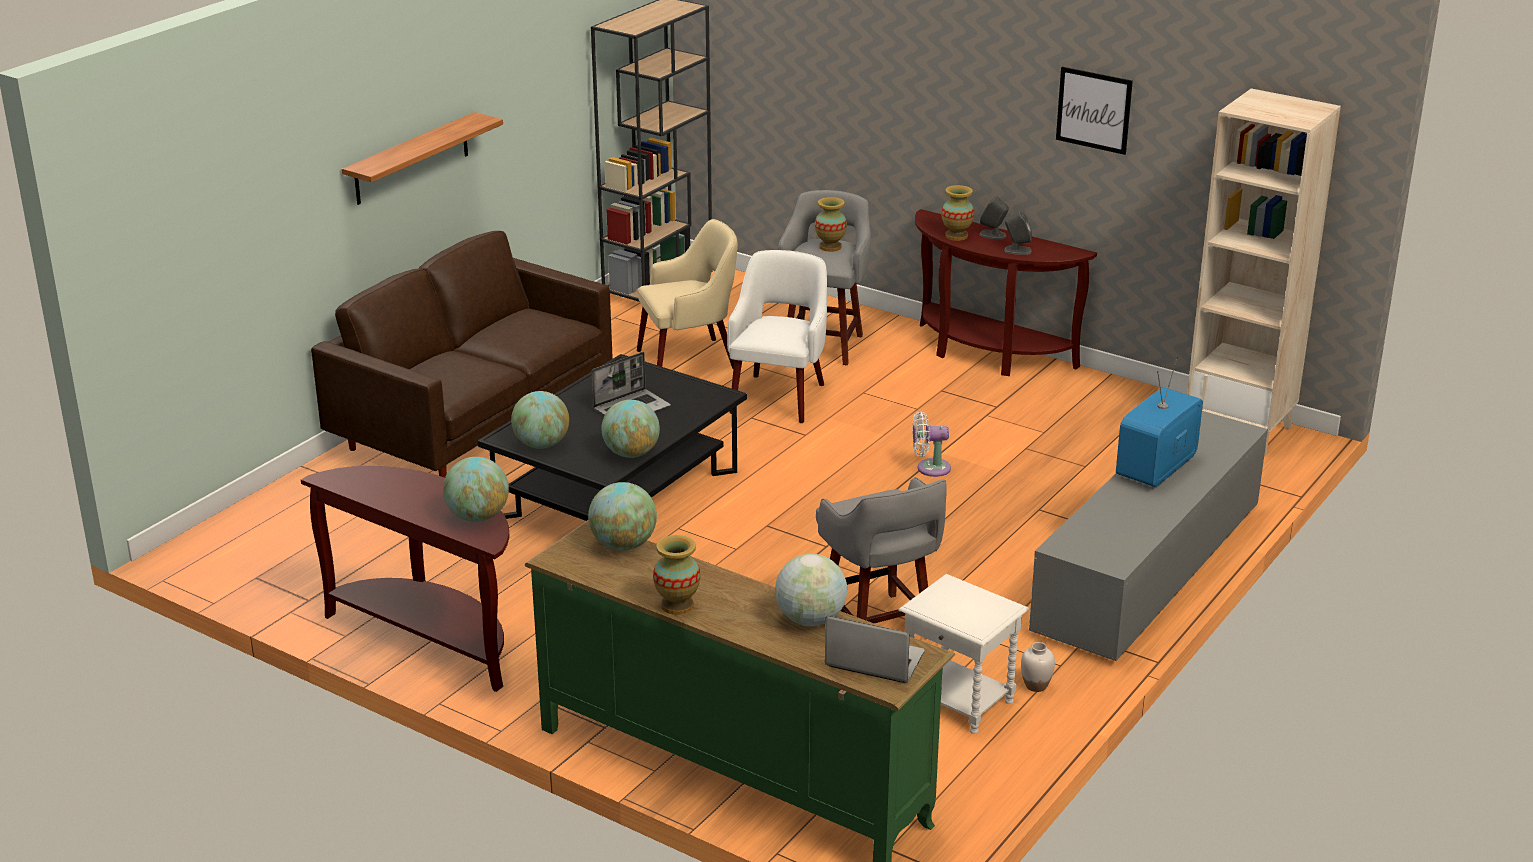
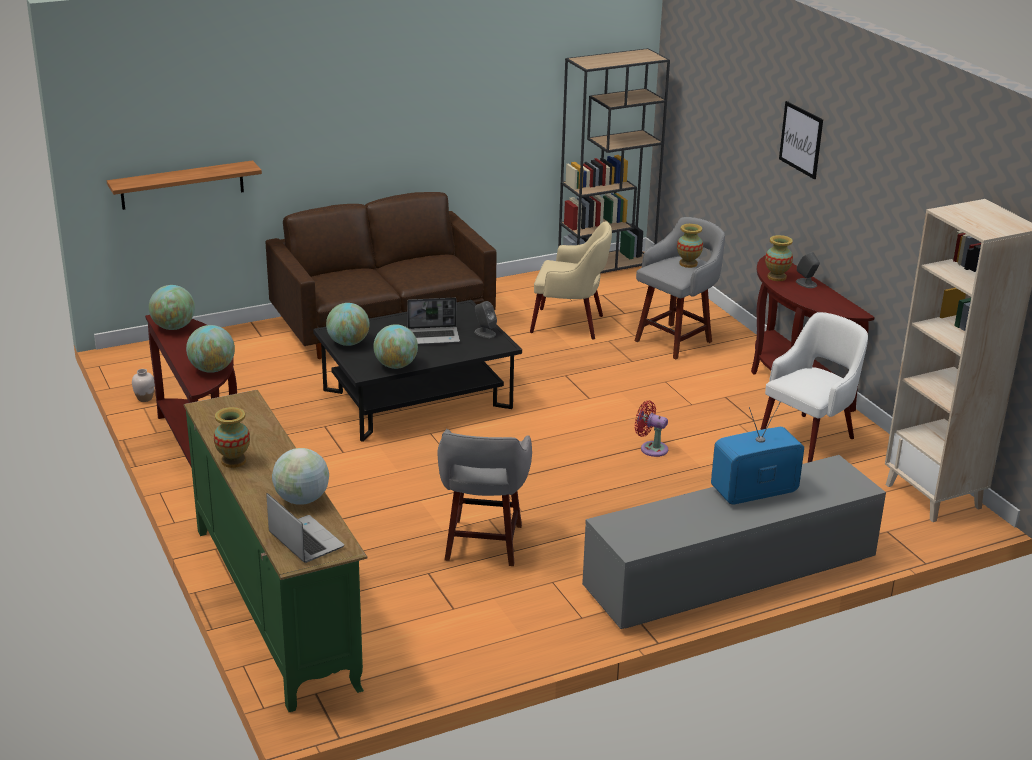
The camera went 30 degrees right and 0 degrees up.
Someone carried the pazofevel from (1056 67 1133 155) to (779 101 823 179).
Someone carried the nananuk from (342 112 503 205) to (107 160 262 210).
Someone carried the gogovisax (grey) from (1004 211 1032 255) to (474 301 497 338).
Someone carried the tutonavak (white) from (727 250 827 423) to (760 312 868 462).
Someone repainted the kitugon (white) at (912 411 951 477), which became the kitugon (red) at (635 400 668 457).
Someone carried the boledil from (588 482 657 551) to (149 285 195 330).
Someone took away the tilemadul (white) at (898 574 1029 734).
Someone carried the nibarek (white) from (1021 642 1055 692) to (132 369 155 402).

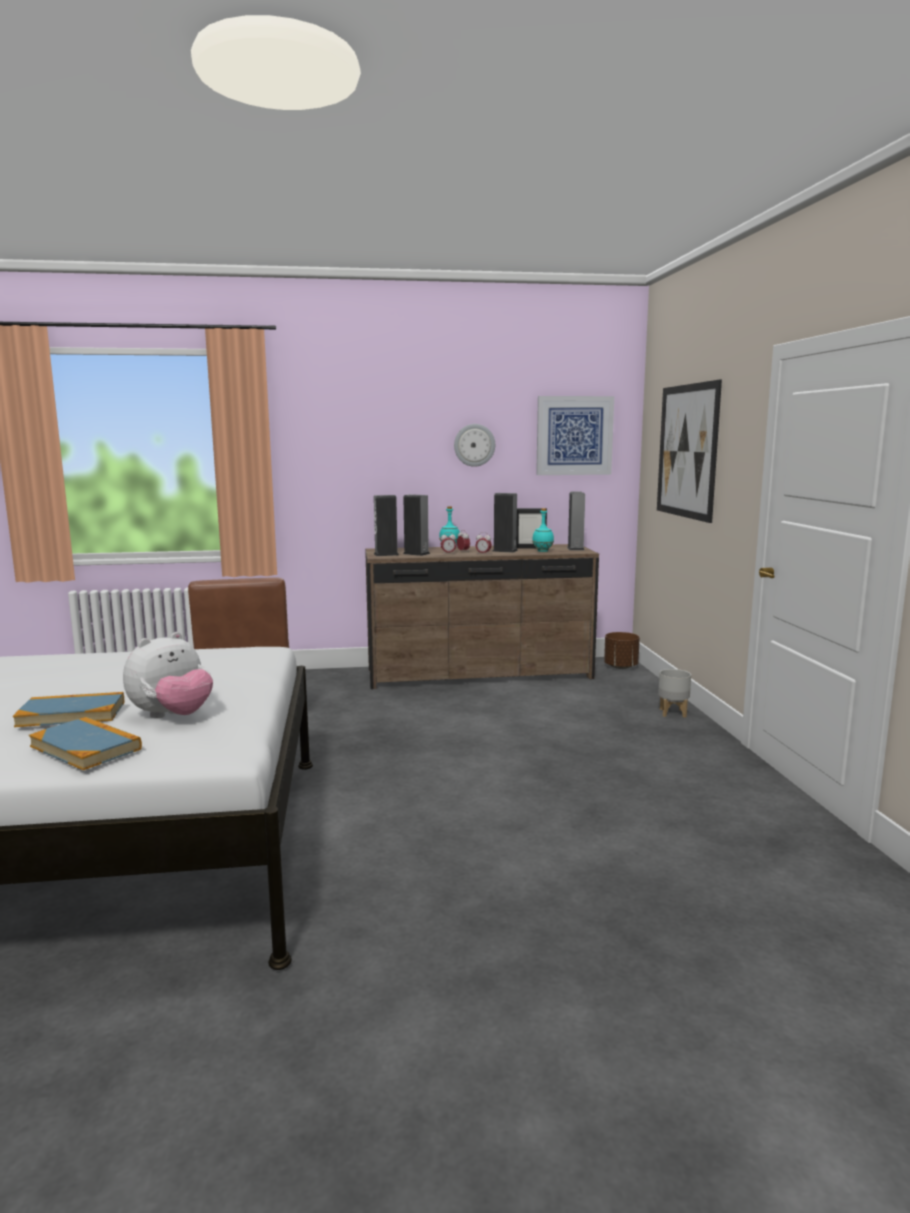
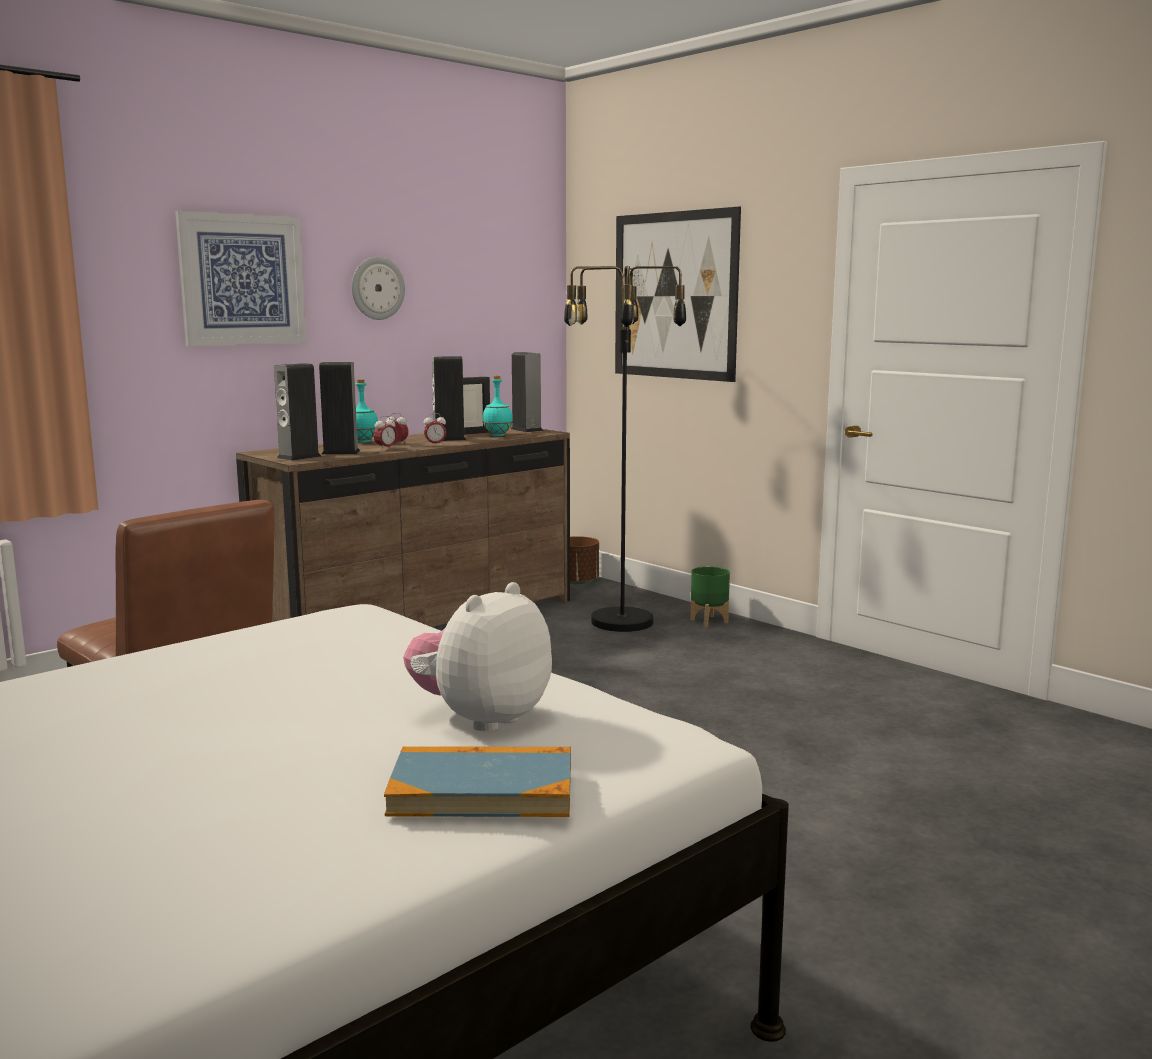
The camera went 35 degrees left and 0 degrees up.
Someone carried the pazofevel from (536 396 614 475) to (175 211 306 346).
Someone rotated the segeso at (123 632 213 718) by 150 degrees counterclockwise.
Someone repainted the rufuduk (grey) at (658 669 691 718), which became the rufuduk (green) at (690 566 730 627).
Someone took away the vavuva at (13 692 124 727).
Someone put down the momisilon at (564 266 686 632).

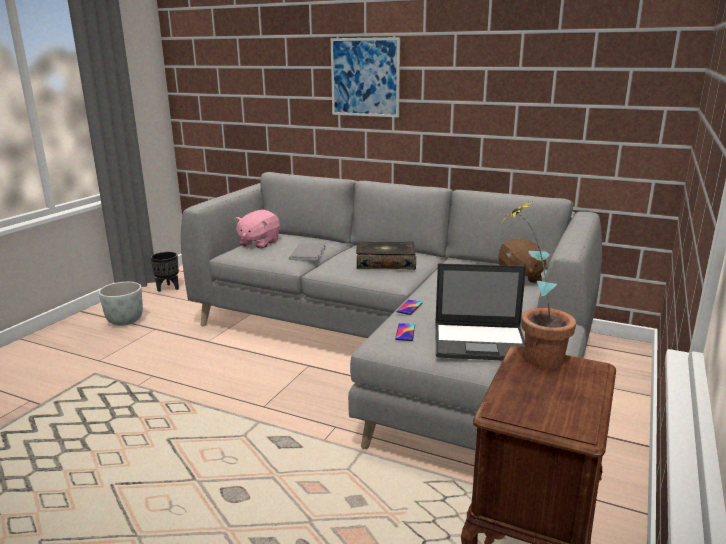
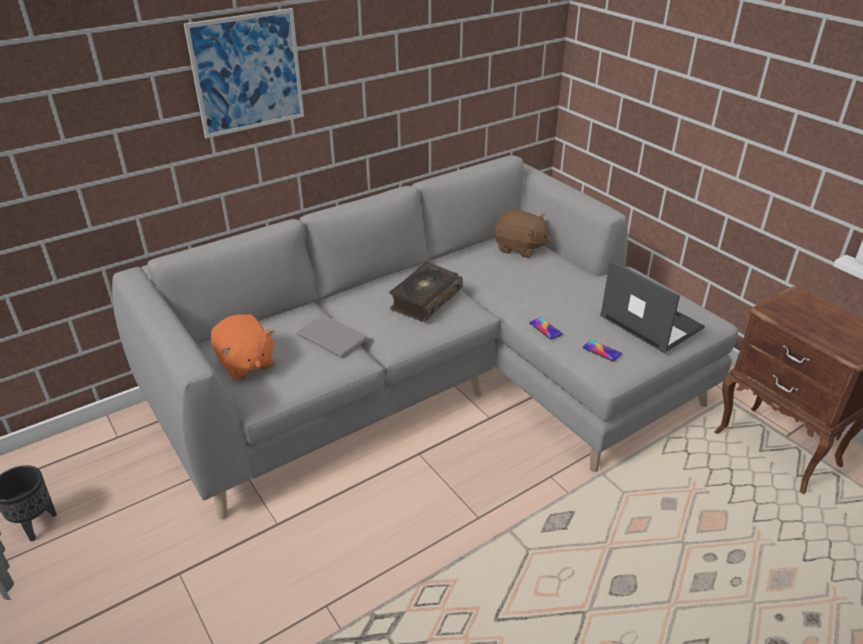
The camera went 60 degrees left and 15 degrees up.
Someone took away the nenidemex at (498 200 576 368).
Someone repainted the segeso (pink) at (235 210 280 249), which became the segeso (orange) at (211 314 275 380).
Someone rotated the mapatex at (435 263 526 361) by 75 degrees counterclockwise.
Someone took away the rufuduk (grey) at (98 282 143 326).

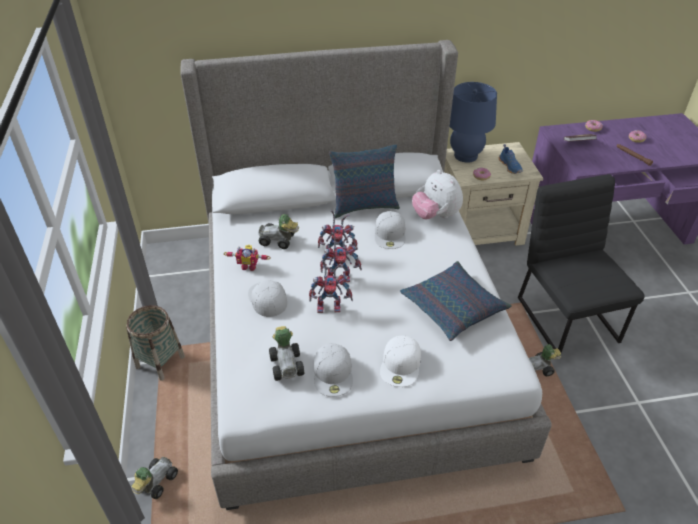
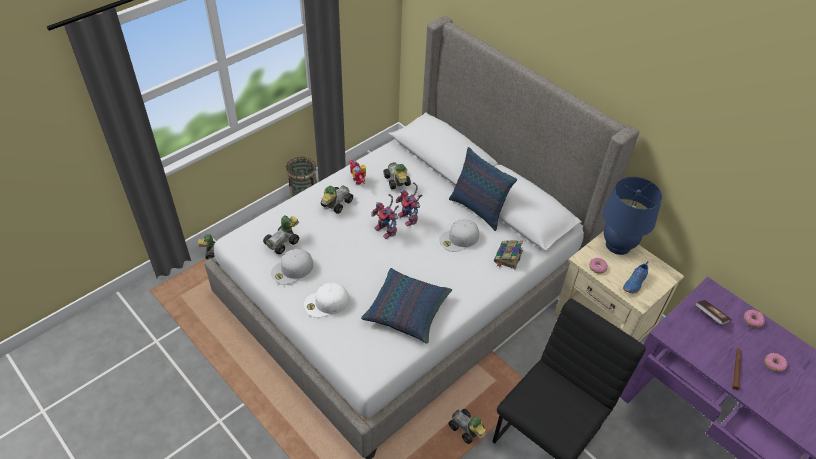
The camera went 55 degrees right and 5 degrees up.
Someone swapped the segeso at (412 170 463 219) for the vavuva at (494 240 523 269).
Someone took away the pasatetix at (309 260 353 313).
Someone swapped the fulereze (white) at (248 280 287 317) for the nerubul at (321 185 353 214).

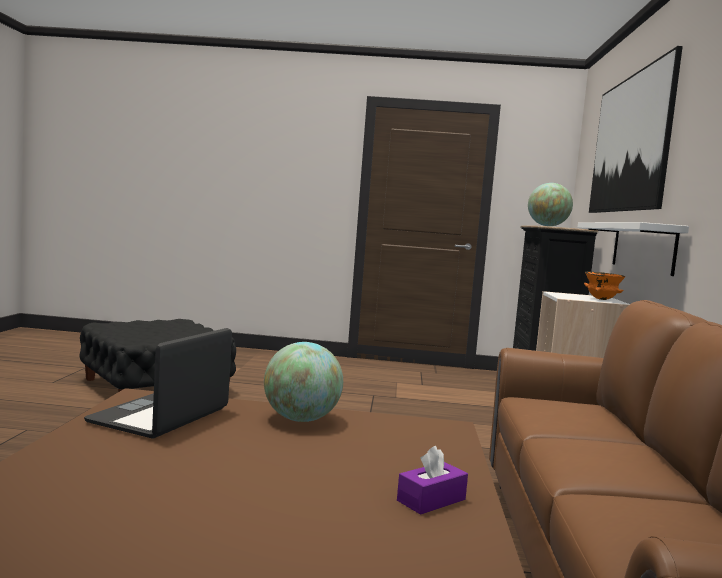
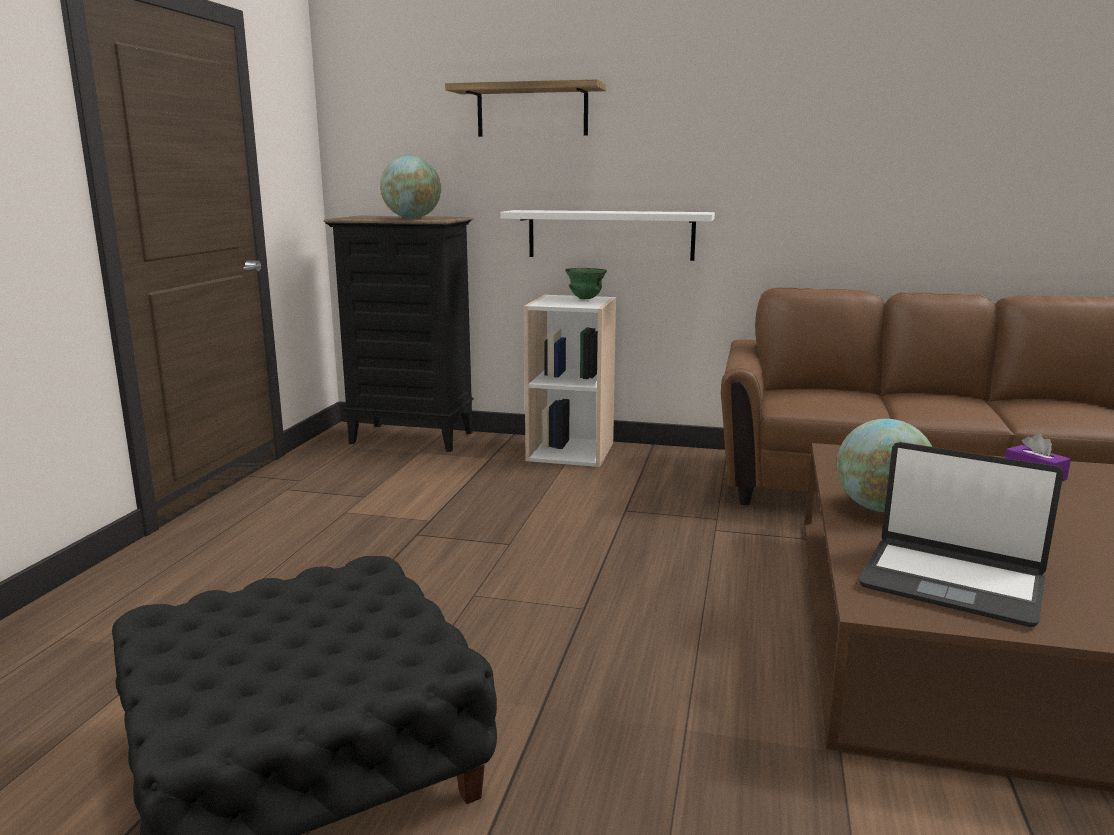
The camera went 80 degrees left and 10 degrees up.
Someone swapped the pazofevel at (589 46 683 213) for the nananuk at (445 79 606 137).
Someone repainted the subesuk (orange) at (584 271 626 300), which became the subesuk (green) at (565 268 607 299).

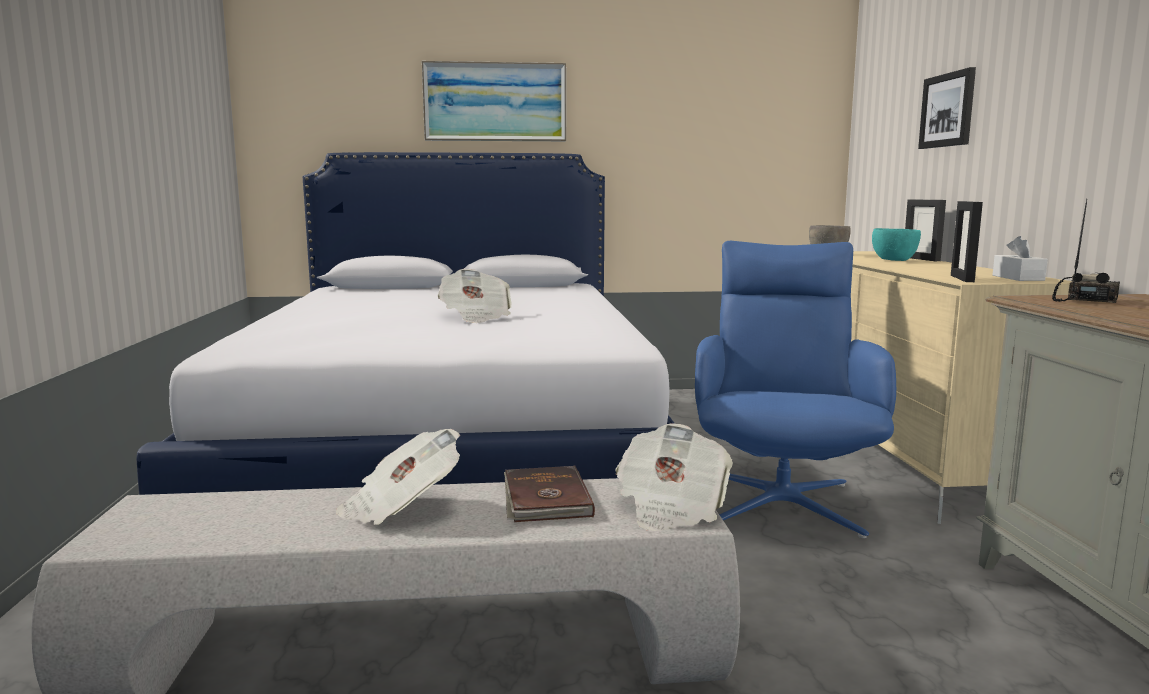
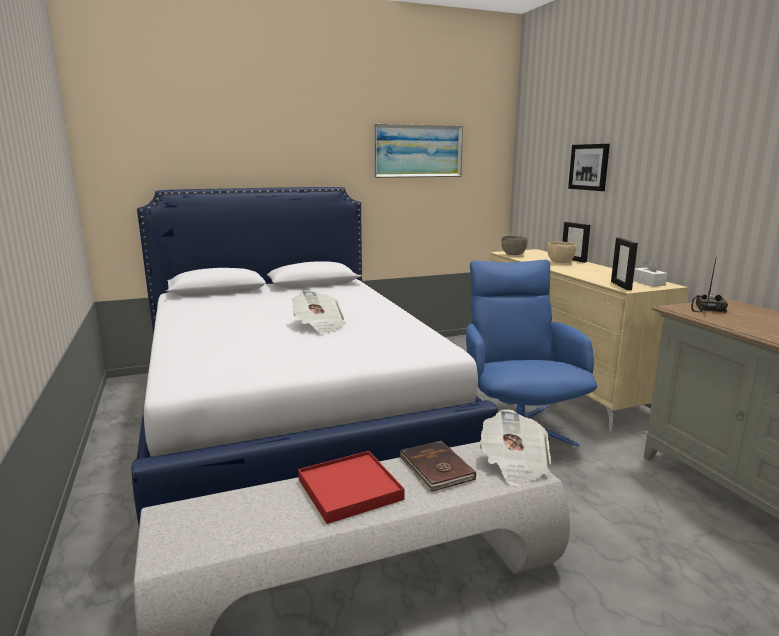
The camera went 15 degrees left and 5 degrees up.
Someone carried the pazofevel from (422 61 566 141) to (373 124 463 178).
Someone repainted the subesuk (turquoise) at (872 228 921 261), which became the subesuk (beige) at (547 242 577 263).
Someone swapped the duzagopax at (336 429 460 525) for the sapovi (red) at (298 451 404 524).

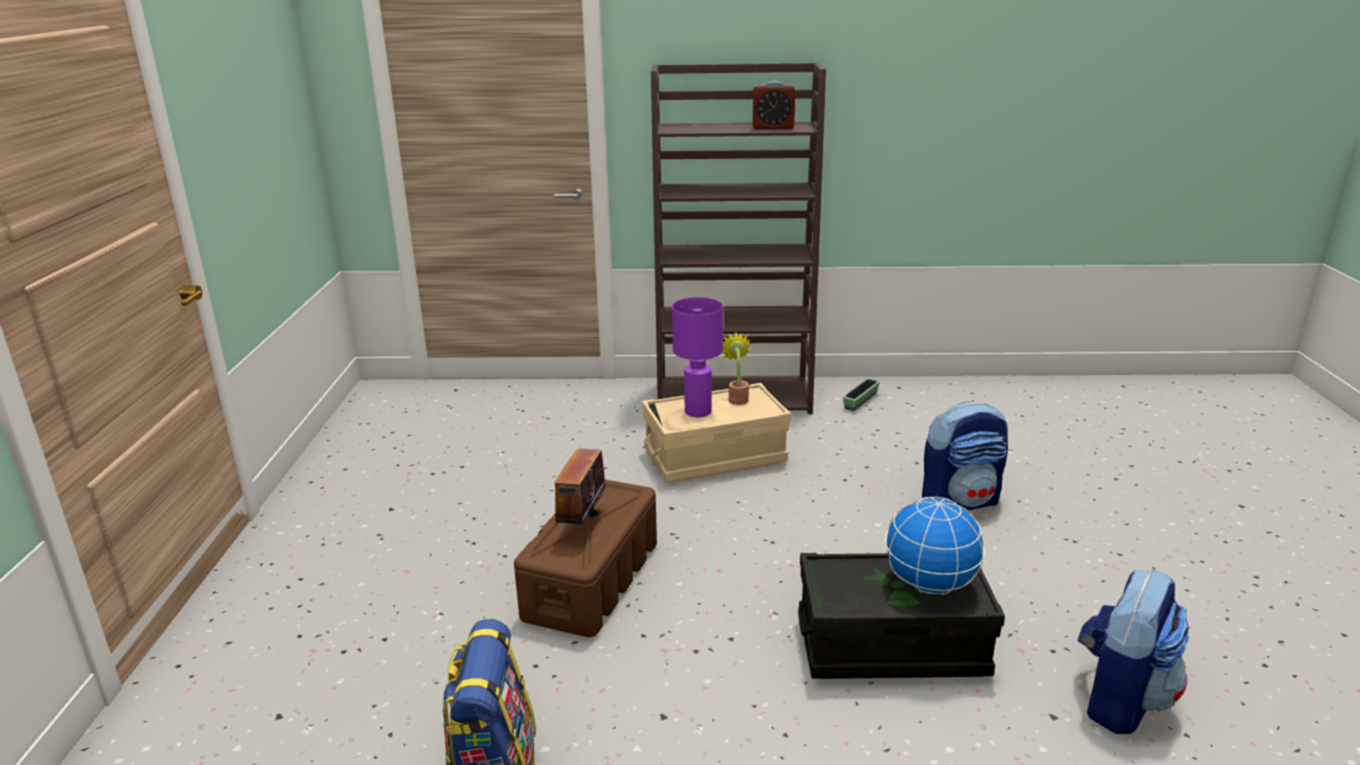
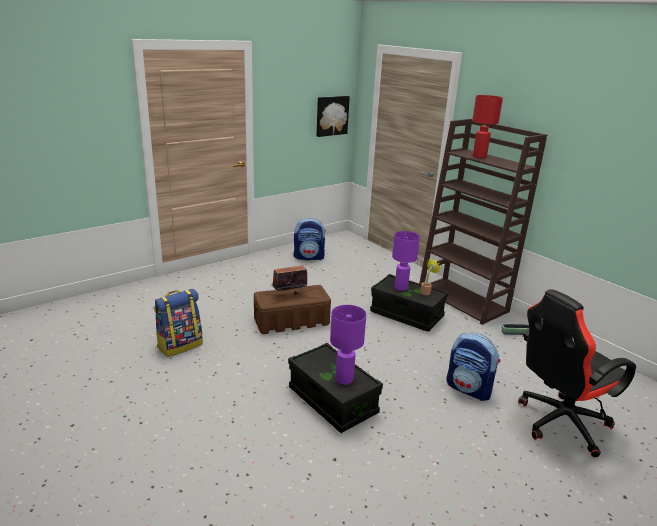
The camera went 50 degrees right and 0 degrees up.
Someone took away the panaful at (753 81 796 130).
Someone repainted the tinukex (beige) at (642 383 791 483), which became the tinukex (black) at (370 274 448 331).
Someone swapped the boledil at (885 497 985 595) for the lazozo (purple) at (330 305 366 385).
Someone carried the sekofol from (1078 569 1189 734) to (294 218 326 260).
Someone put down the lazozo (red) at (472 95 503 158).
Someone put up the pazofevel at (316 96 350 137).
Someone put down the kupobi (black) at (518 289 636 457).

